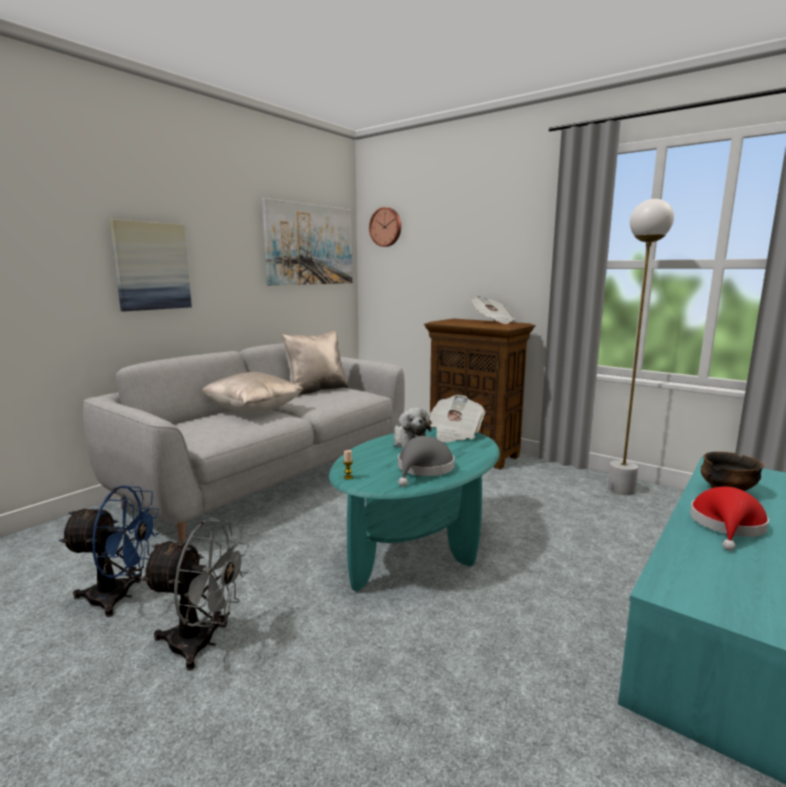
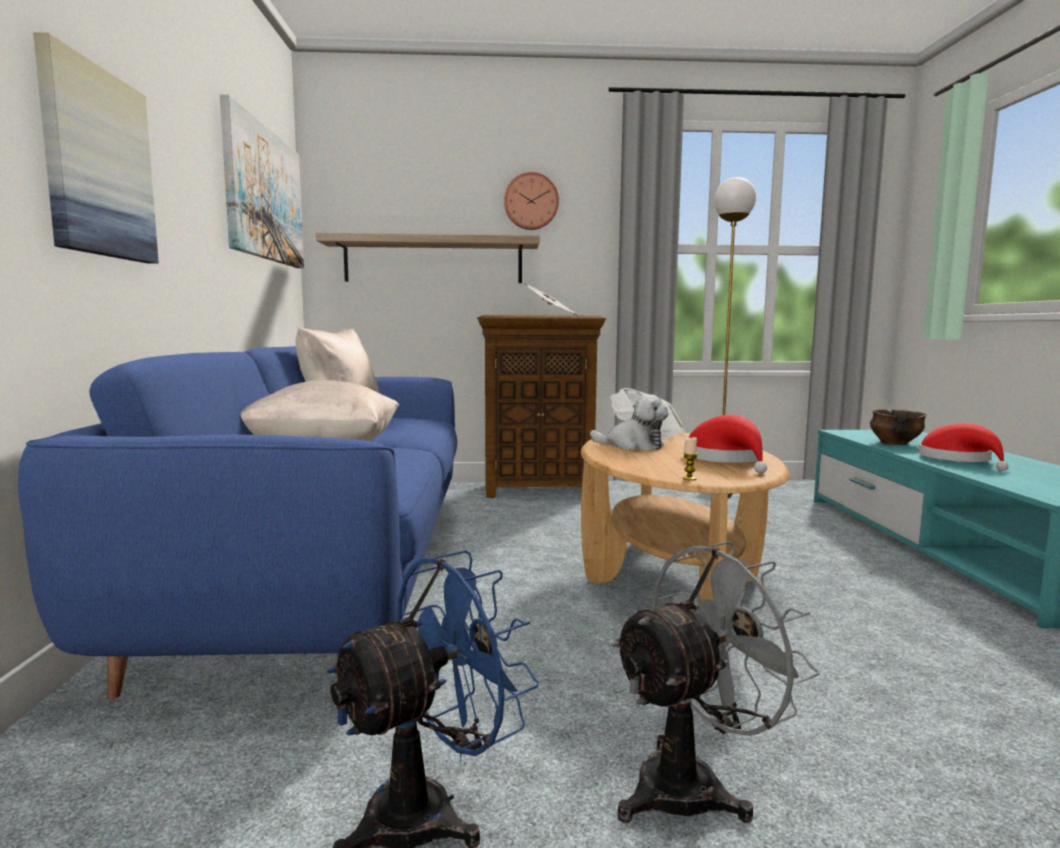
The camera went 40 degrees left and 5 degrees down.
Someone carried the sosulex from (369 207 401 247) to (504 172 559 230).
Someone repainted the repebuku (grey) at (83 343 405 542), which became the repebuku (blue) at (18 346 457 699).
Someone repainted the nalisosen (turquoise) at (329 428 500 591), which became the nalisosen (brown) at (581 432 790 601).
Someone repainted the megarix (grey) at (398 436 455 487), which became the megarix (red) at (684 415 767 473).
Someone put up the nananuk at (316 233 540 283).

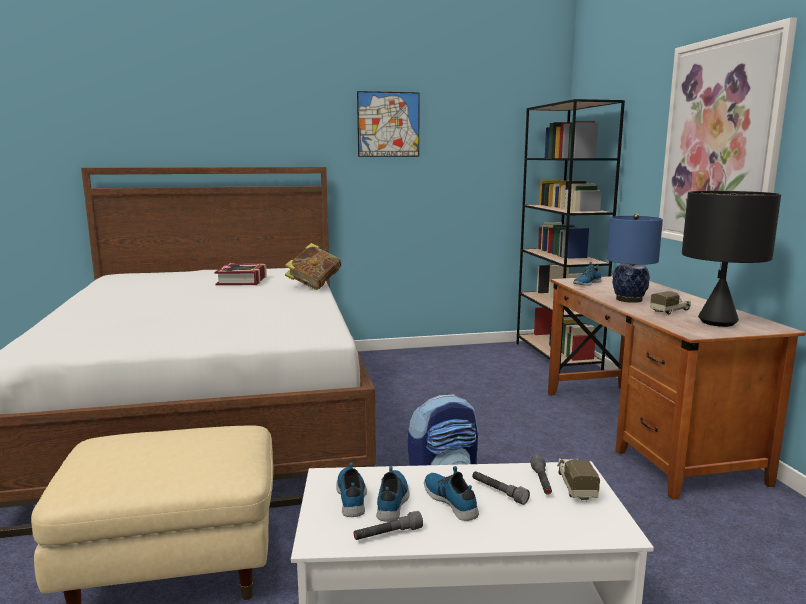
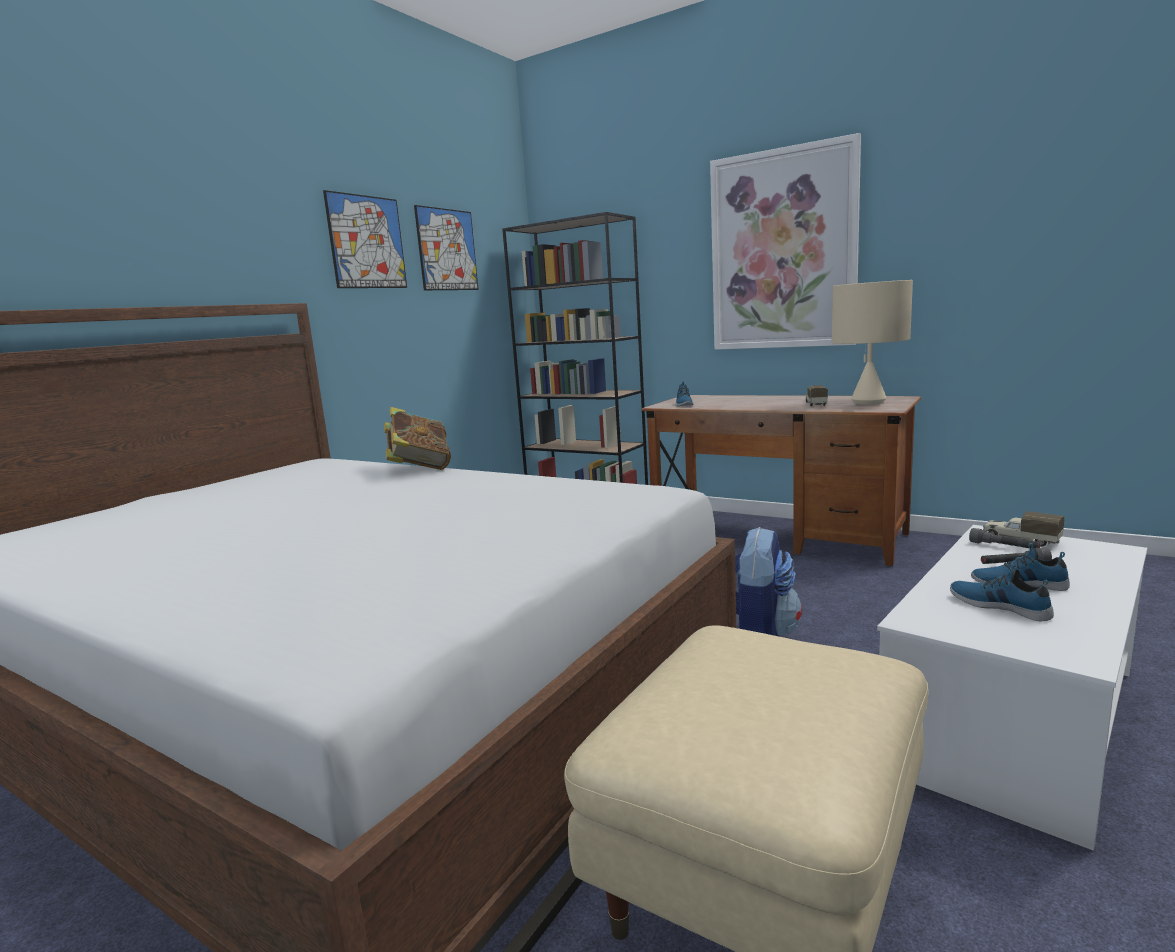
The camera went 45 degrees left and 0 degrees up.
Someone repainted the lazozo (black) at (682 191 781 327), which became the lazozo (beige) at (832 280 913 405).
Someone took away the lazozo (blue) at (607 214 663 303).
Someone took away the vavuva at (215 263 267 285).
Someone took away the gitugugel at (336 462 367 517).
Someone took away the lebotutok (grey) at (354 511 423 540).
Someone put up the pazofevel at (414 205 479 290).

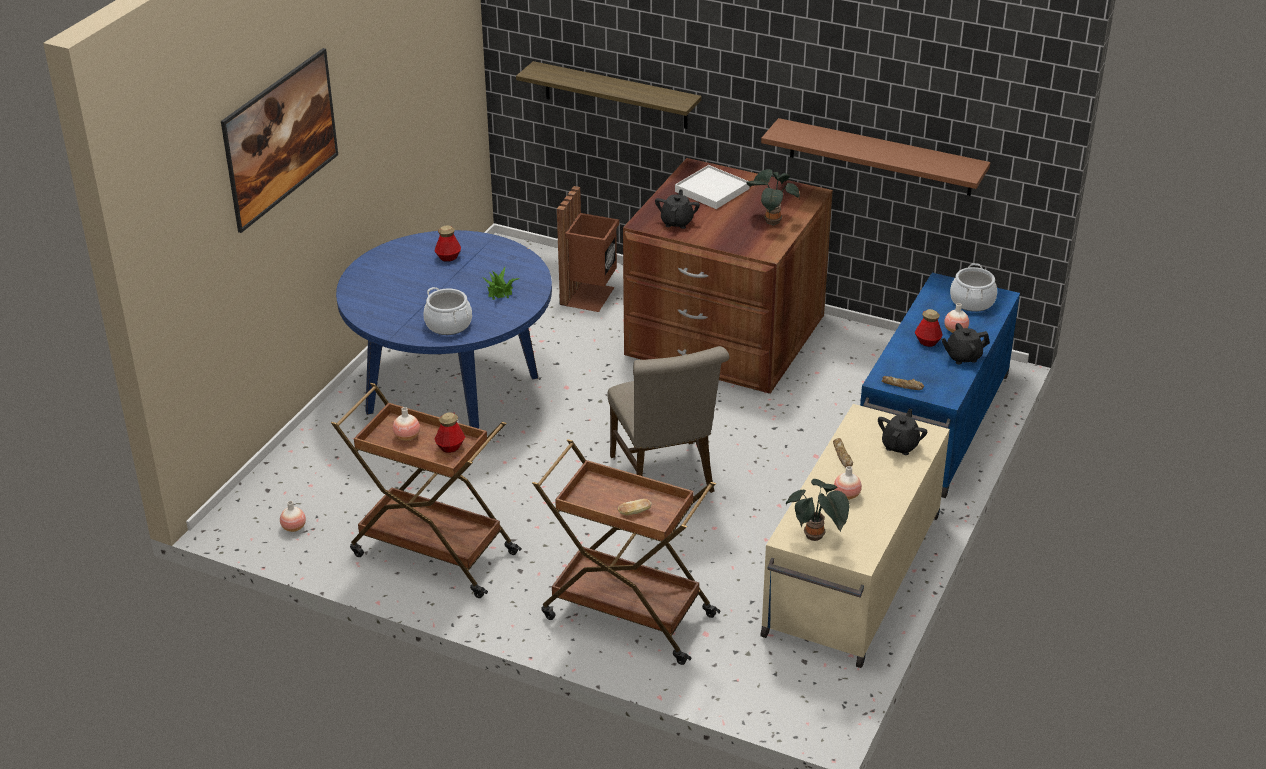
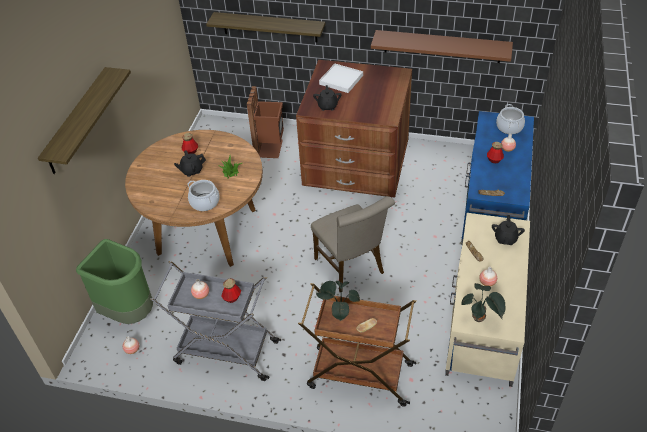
The camera went 10 degrees left and 10 degrees up.
Someone swapped the pazofevel at (221 48 338 233) for the nananuk at (38 67 131 174).
Someone carried the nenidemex from (746 169 800 226) to (316 281 360 321).
Someone repainted the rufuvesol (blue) at (336 230 552 429), which became the rufuvesol (brown) at (125 130 263 267).
Someone carried the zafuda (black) from (941 323 990 365) to (174 150 206 177).
Someone repainted the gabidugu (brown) at (331 383 522 598), which became the gabidugu (grey) at (150 261 281 381).
Someone put down the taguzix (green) at (76 239 153 324).

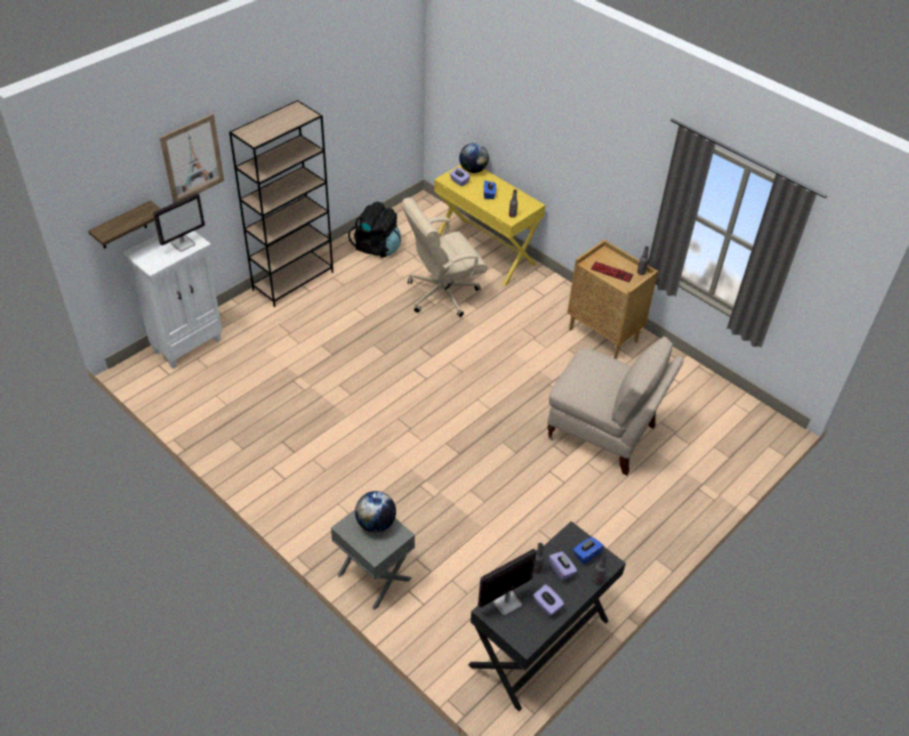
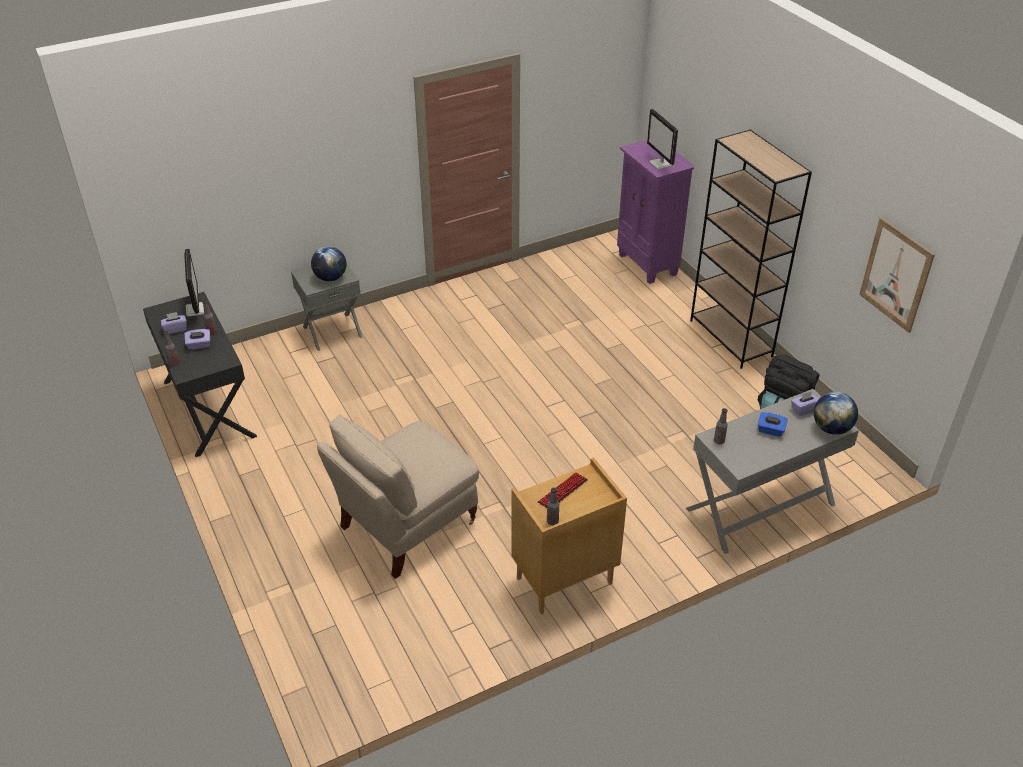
The camera went 110 degrees right and 5 degrees down.
Someone carried the pazofevel from (160 114 224 203) to (859 218 935 333).
Someone repainted the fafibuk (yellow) at (434 164 545 286), which became the fafibuk (grey) at (686 389 859 554).
Someone took away the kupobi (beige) at (402 198 487 317).
Someone took away the nananuk at (88 201 161 249).
Someone repainted the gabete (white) at (124 231 223 368), which became the gabete (purple) at (617 140 694 284).
Someone took away the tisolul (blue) at (573 537 604 564).

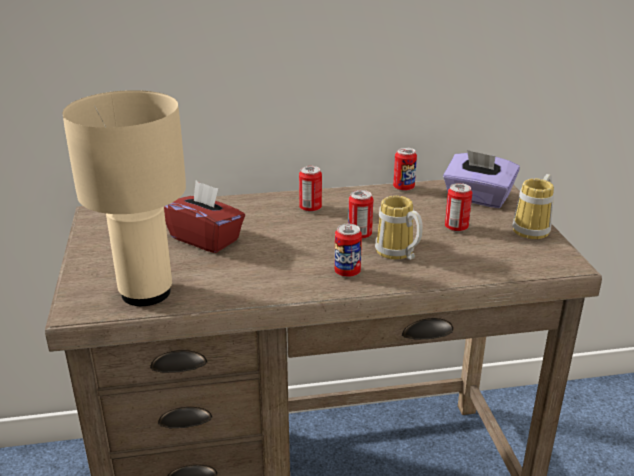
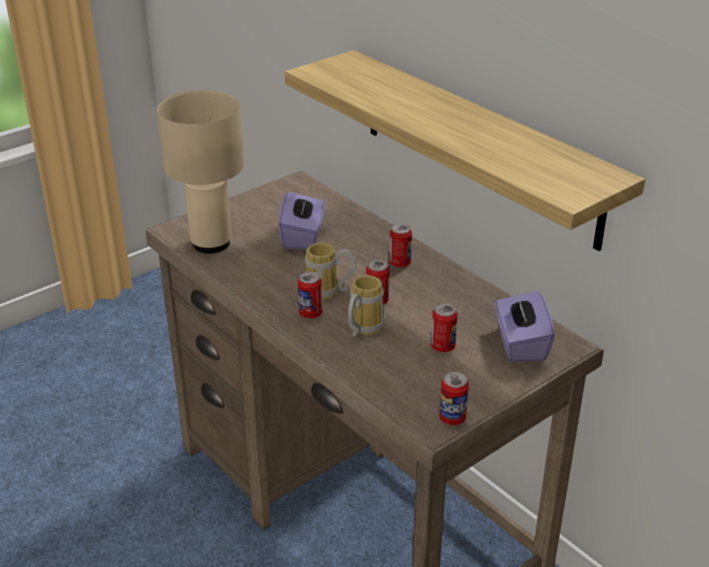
The camera went 60 degrees right and 5 degrees up.
Someone carried the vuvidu from (393 147 417 191) to (439 372 469 425).
Someone carried the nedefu from (512 174 554 239) to (305 243 356 300).
Someone repainted the tisolul (red) at (164 181 245 253), which became the tisolul (purple) at (278 188 325 250).
Someone put up the nananuk at (285 50 645 251).

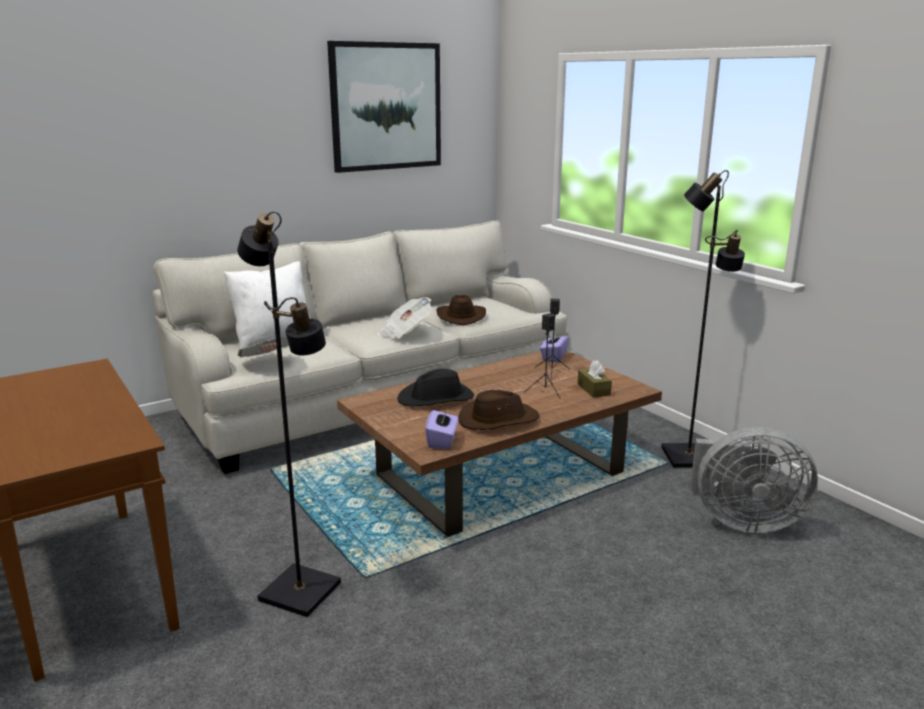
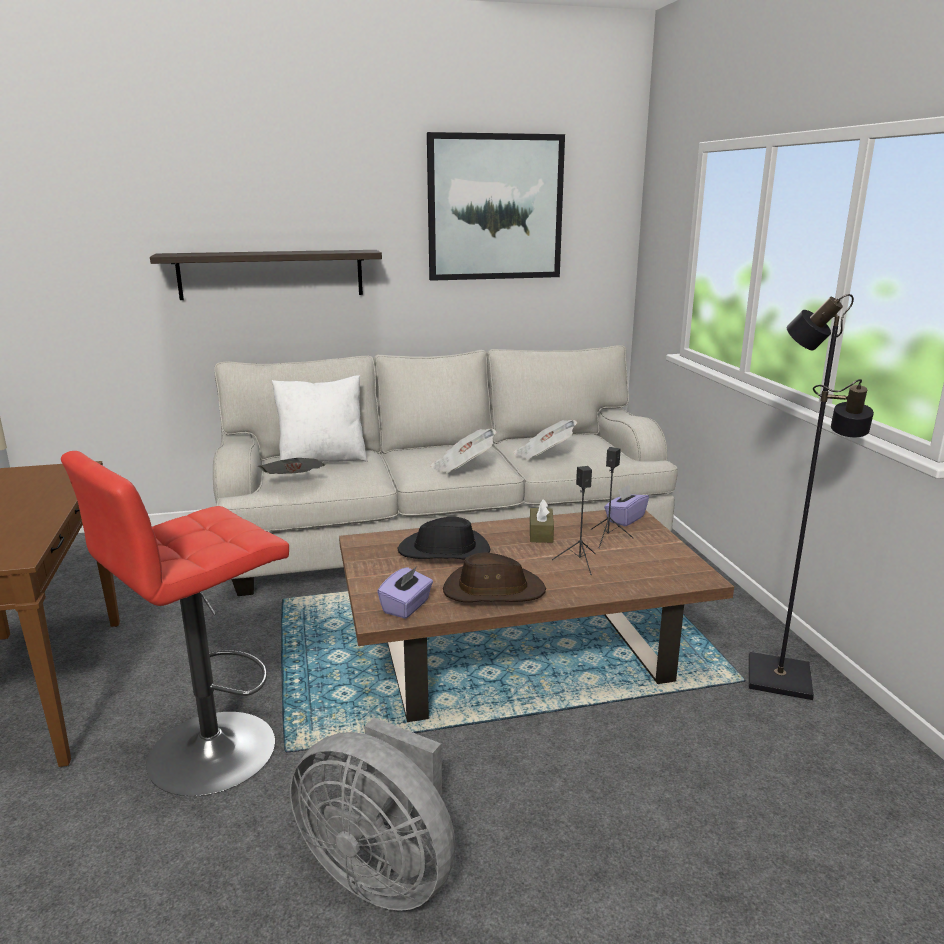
The camera went 20 degrees right and 0 degrees up.
Someone swapped the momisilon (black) at (237 211 341 617) for the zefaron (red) at (61 451 289 796).
Someone swapped the megarix (brown) at (436 295 486 325) for the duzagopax at (513 420 577 460).
Someone carried the tisolul (brown) from (577 360 612 398) to (530 500 554 543).
Someone carried the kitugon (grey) from (690 427 818 533) to (290 718 456 911).
Someone put up the nananuk at (150 250 382 300).

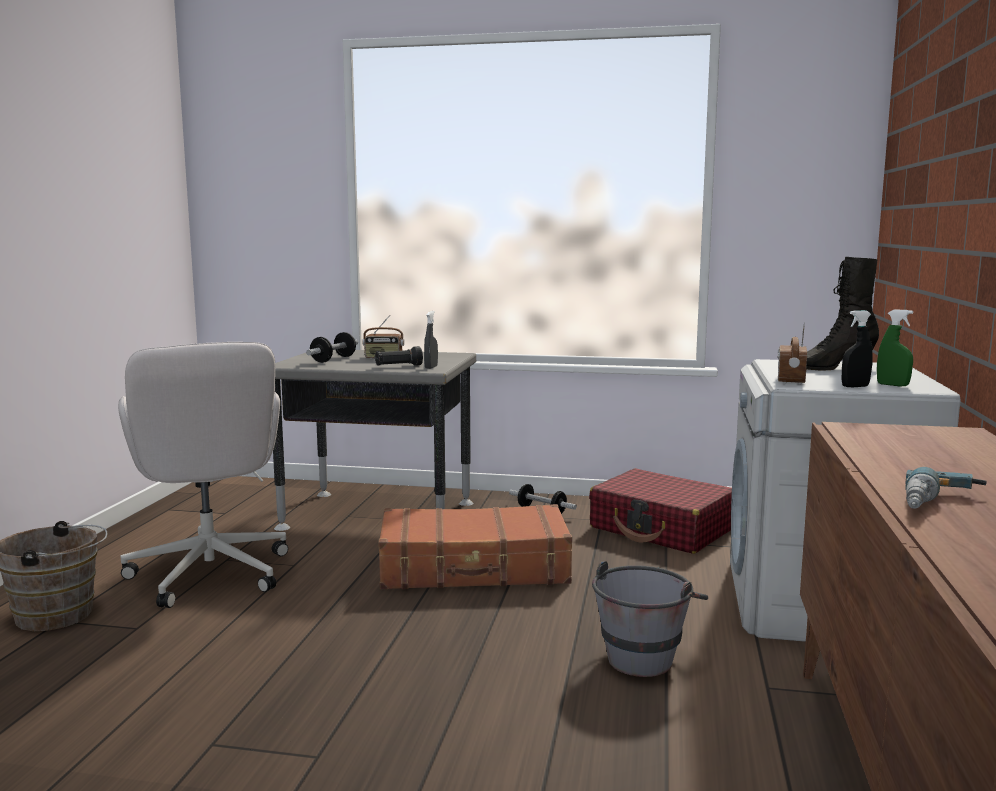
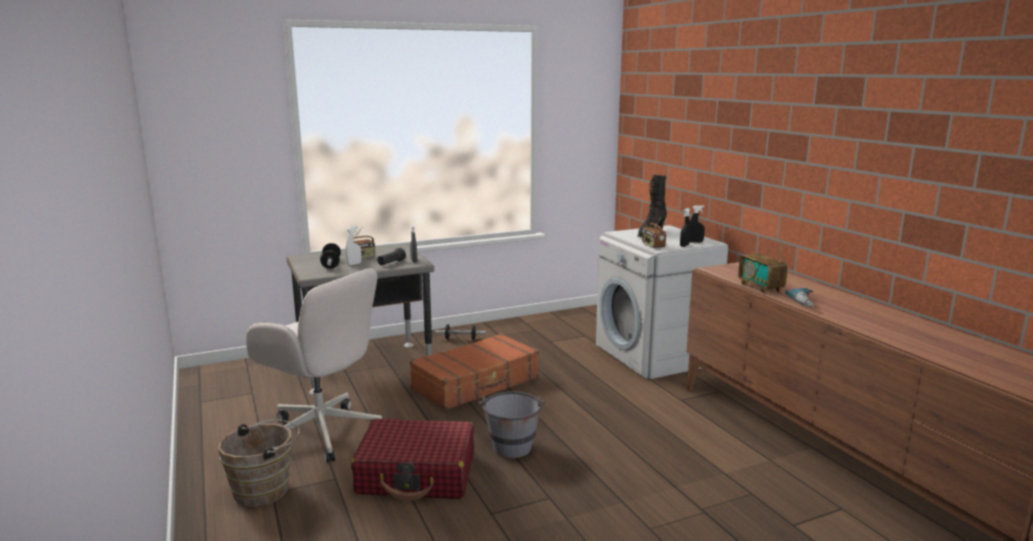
The camera went 35 degrees left and 5 degrees up.
Someone repainted the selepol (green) at (877 309 913 387), which became the selepol (black) at (690 205 705 243).
Someone carried the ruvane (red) from (589 468 732 554) to (351 419 474 501).
Someone carried the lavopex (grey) from (592 561 708 677) to (479 391 545 458).
Someone put down the selepol (white) at (345 226 361 266).
Someone put down the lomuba at (738 237 788 294).

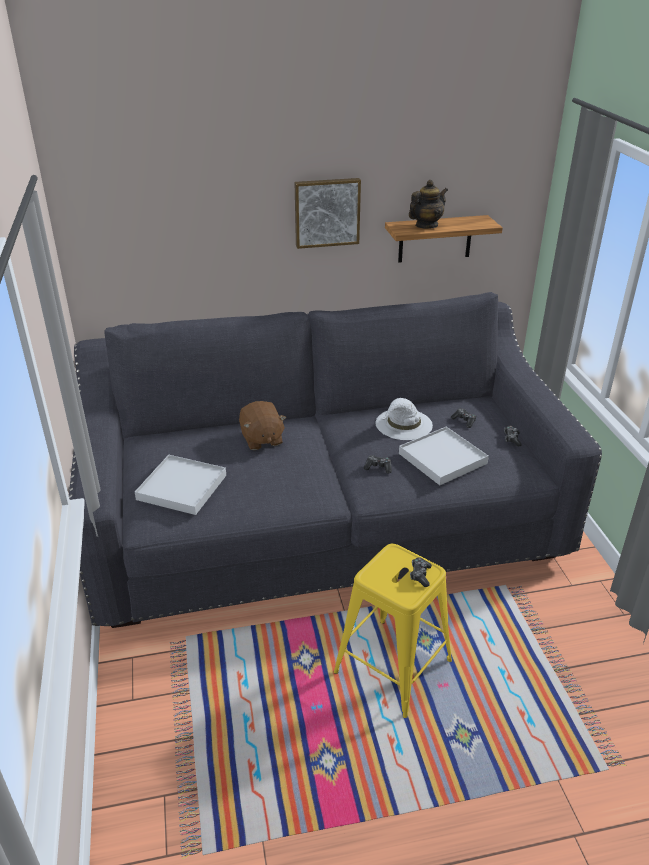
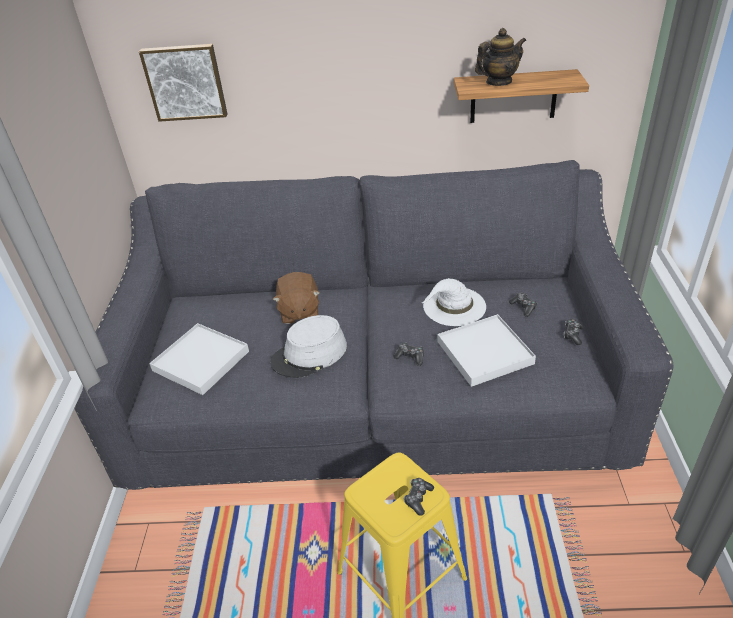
The camera went 15 degrees right and 5 degrees up.
Someone carried the pazofevel from (294 178 361 249) to (139 44 227 122).
Someone put down the megarix (grey) at (270 315 347 378).

